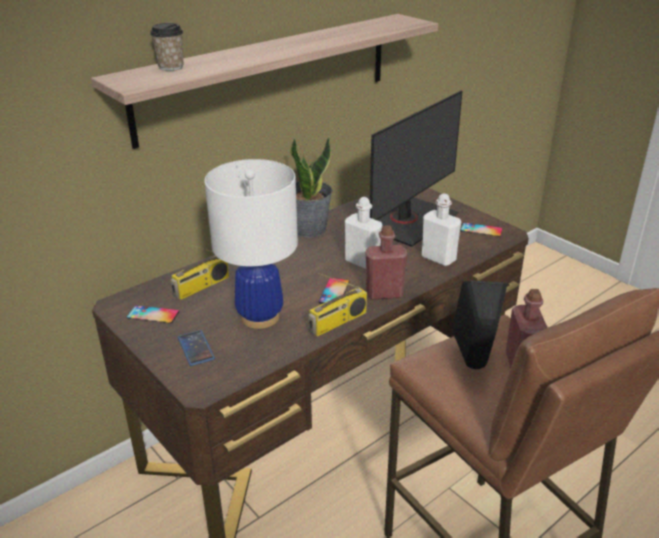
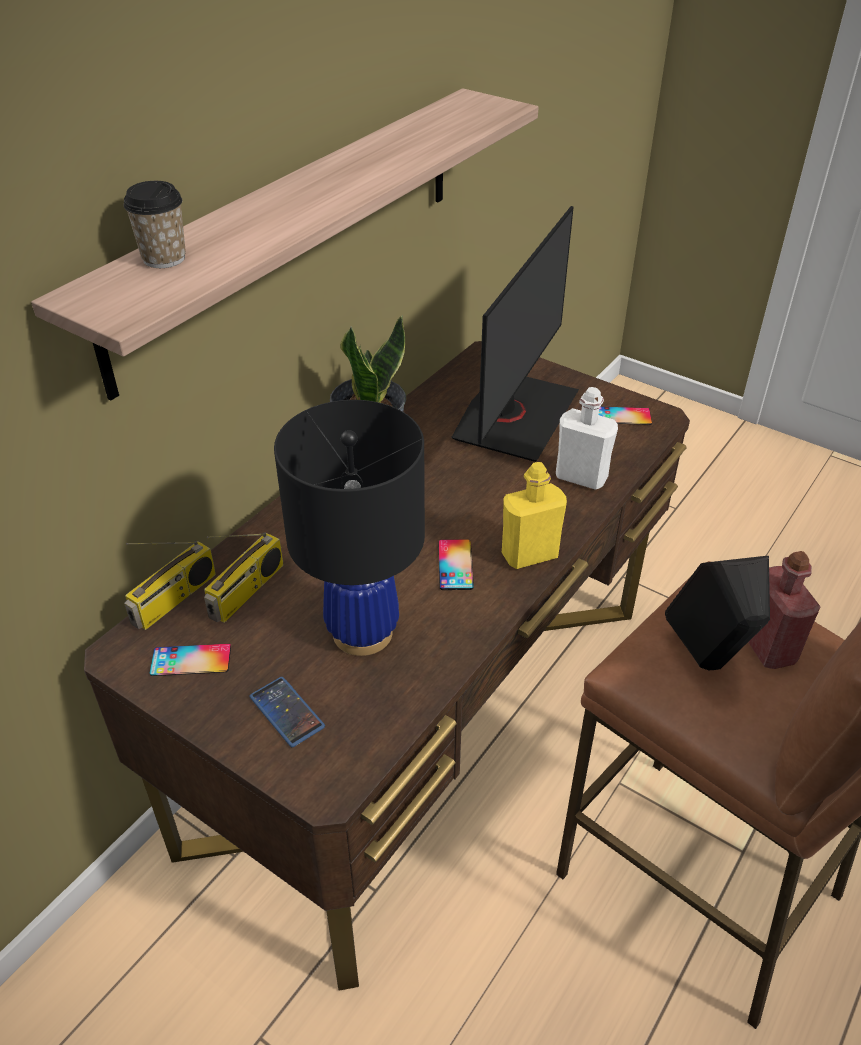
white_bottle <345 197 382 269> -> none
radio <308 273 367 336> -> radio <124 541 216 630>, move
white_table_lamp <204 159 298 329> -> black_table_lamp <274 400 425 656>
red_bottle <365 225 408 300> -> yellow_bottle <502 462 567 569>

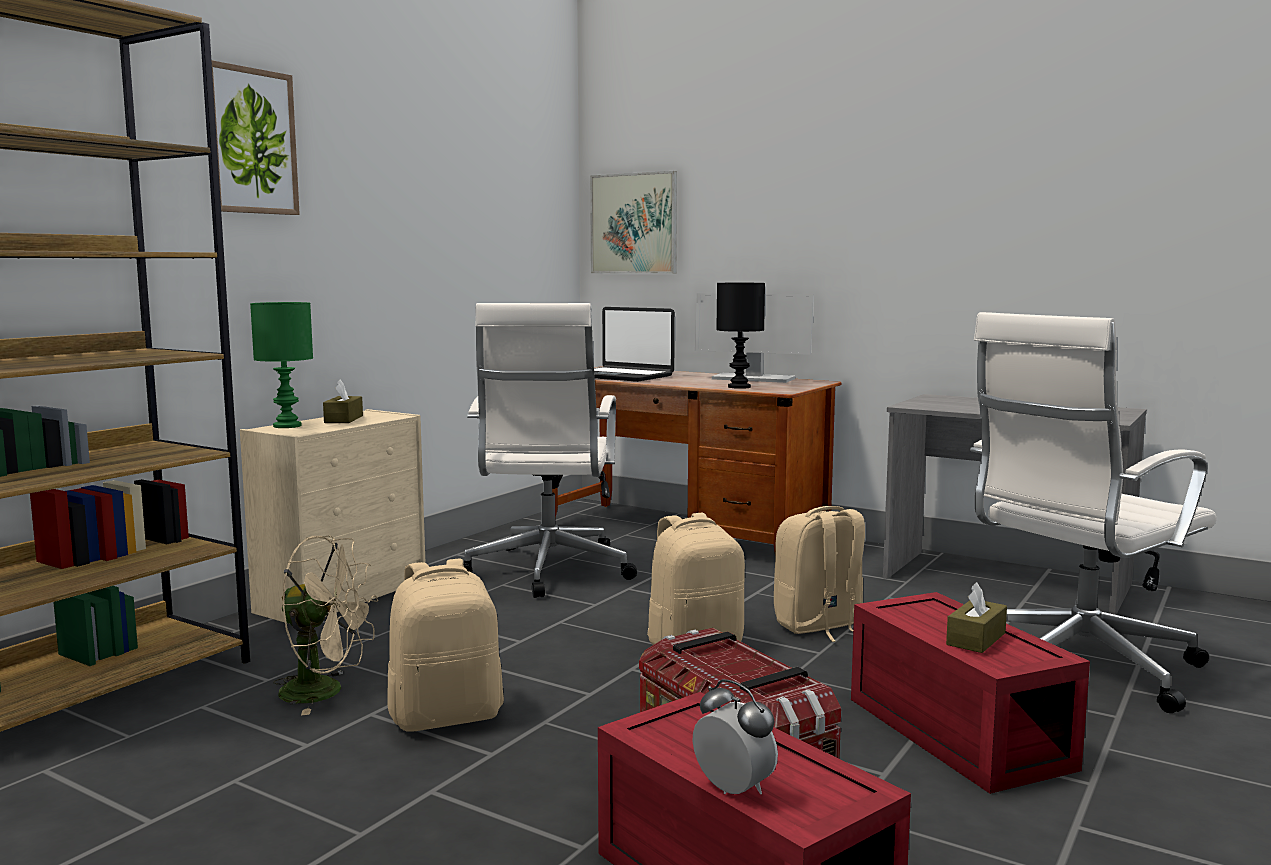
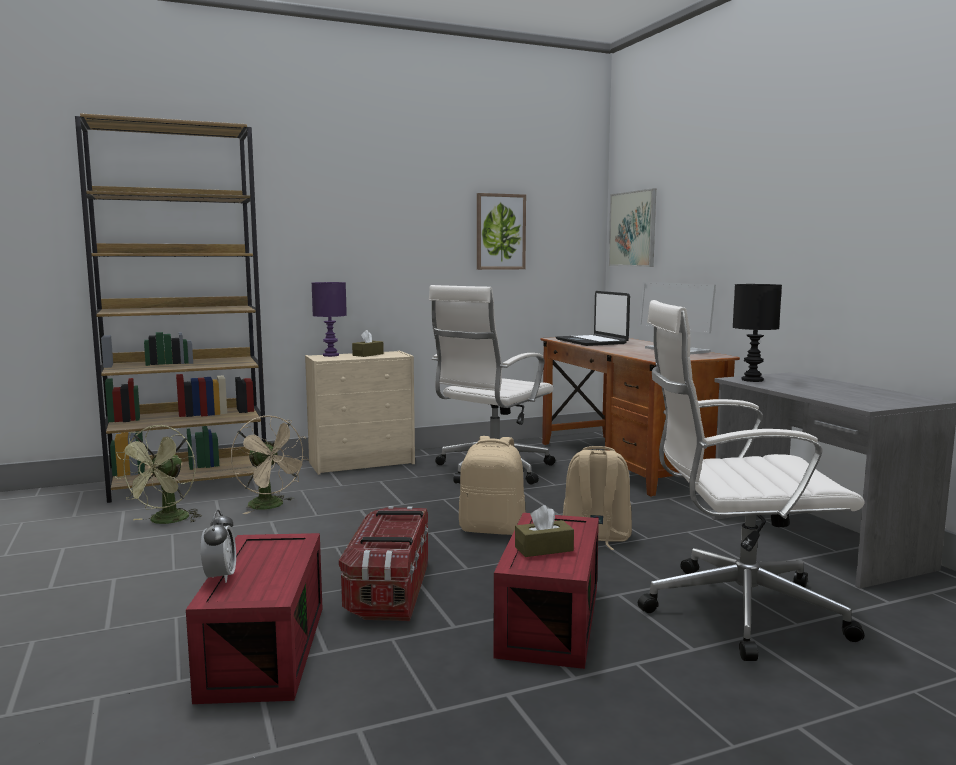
beige_backpack <388 558 504 732> -> none
none -> green_fan <115 425 202 524>
picture <211 60 300 215> -> picture <477 193 526 270>, move
black_table_lamp <716 283 765 389> -> black_table_lamp <733 284 782 382>, move
green_table_lamp <250 302 313 428> -> purple_table_lamp <312 282 347 357>

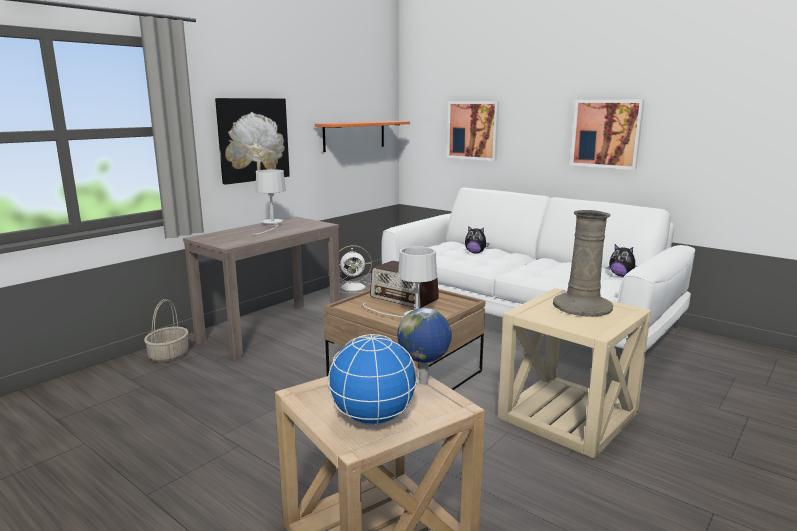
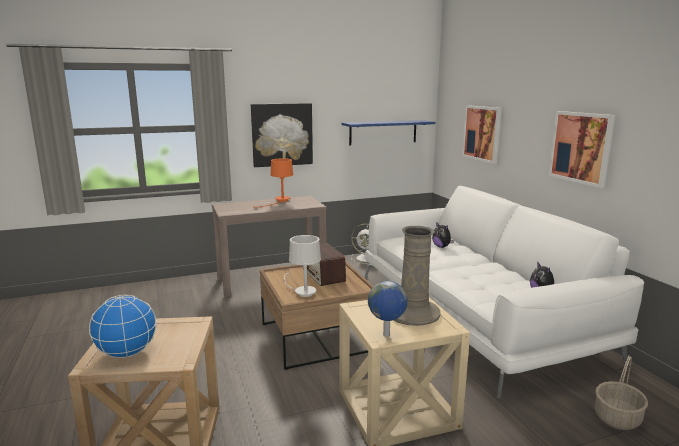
basket <144 299 189 363> -> basket <595 356 648 430>, move
globe <397 308 452 385> -> globe <368 281 407 337>, move
white_table_lamp <252 169 286 235> -> orange_table_lamp <255 158 293 208>
orange_shelf <315 121 410 152> -> blue_shelf <342 120 436 145>

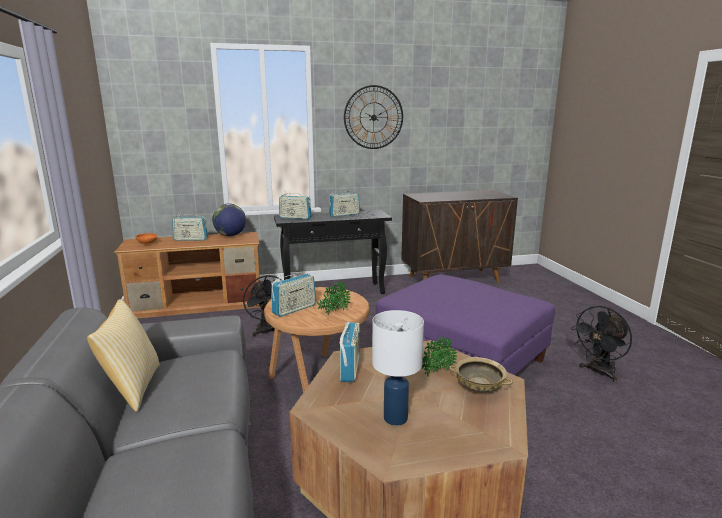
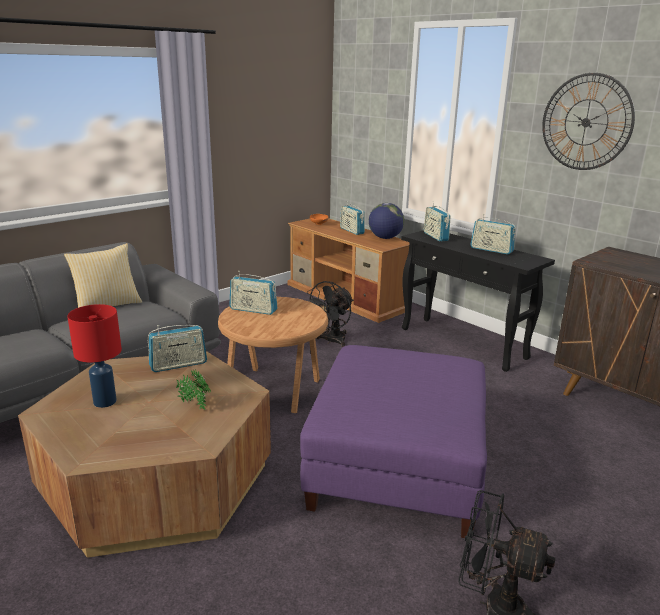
potted_plant <317 282 351 315> -> none
beige_bowl <449 357 513 392> -> none
white_table_lamp <372 310 424 426> -> red_table_lamp <67 304 122 408>

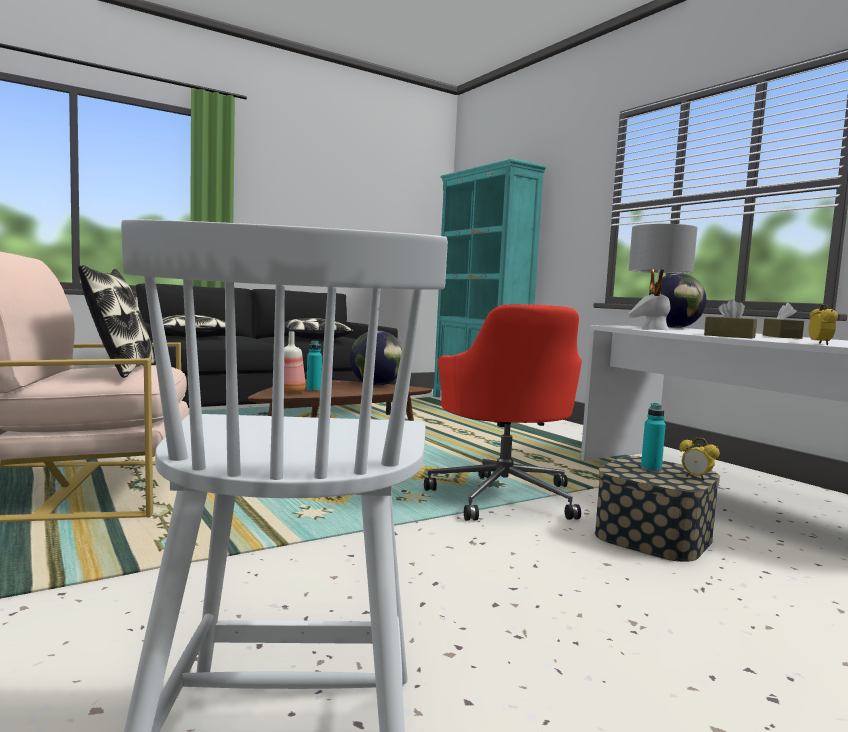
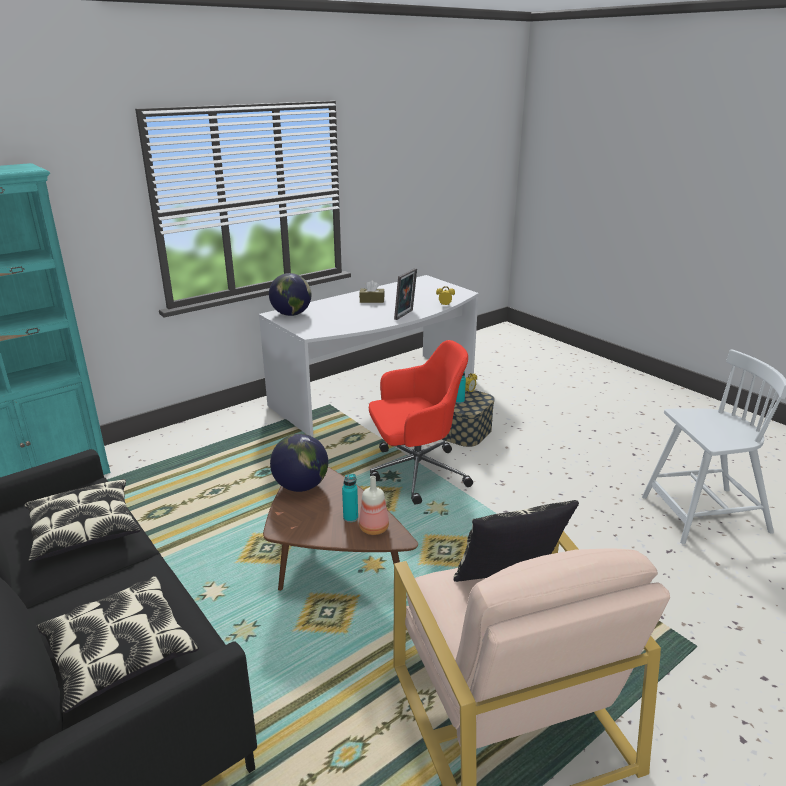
grey_table_lamp <628 224 698 330> -> none
brown_tissue_box <704 299 757 339> -> picture_frame <394 268 417 320>

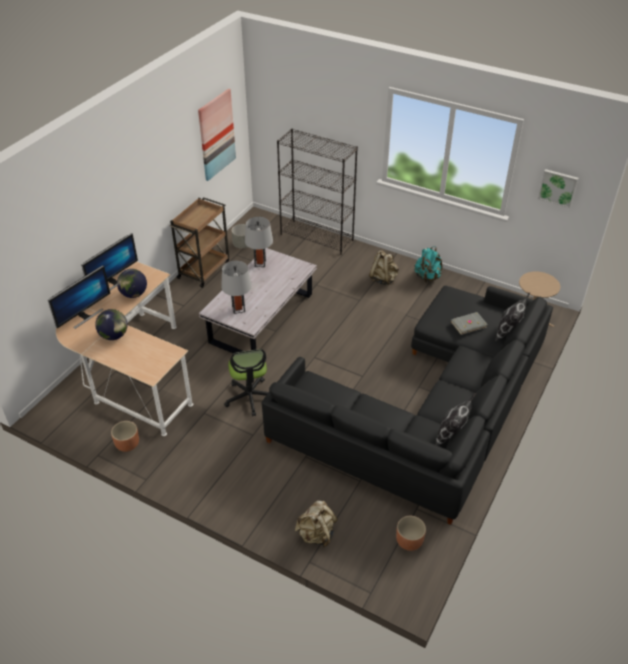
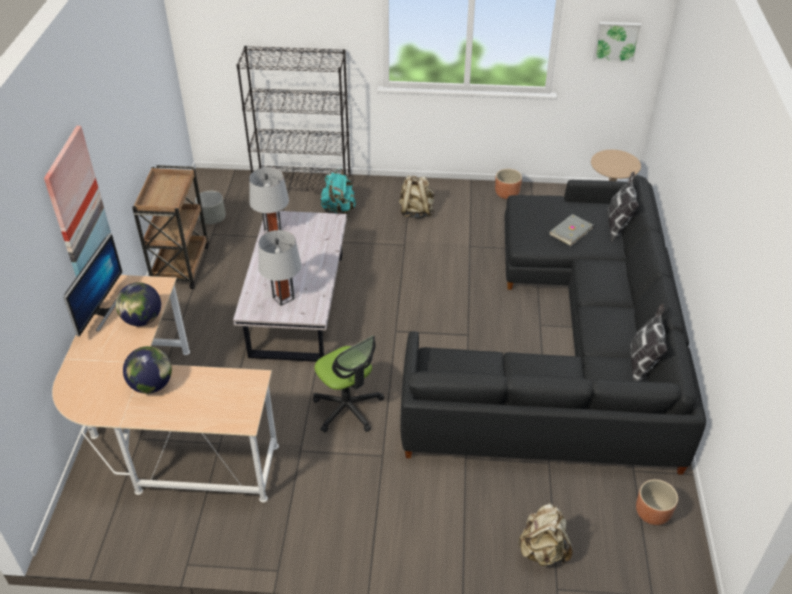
monitor <48 266 110 329> -> none
brown_planter <111 421 139 452> -> brown_planter <495 169 522 199>, move
picture <198 89 236 181> -> picture <44 126 111 277>, move
turquoise_backpack <414 246 442 283> -> turquoise_backpack <320 168 356 214>, move

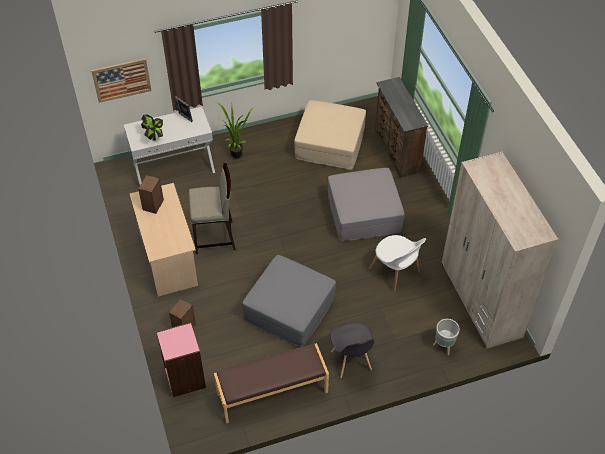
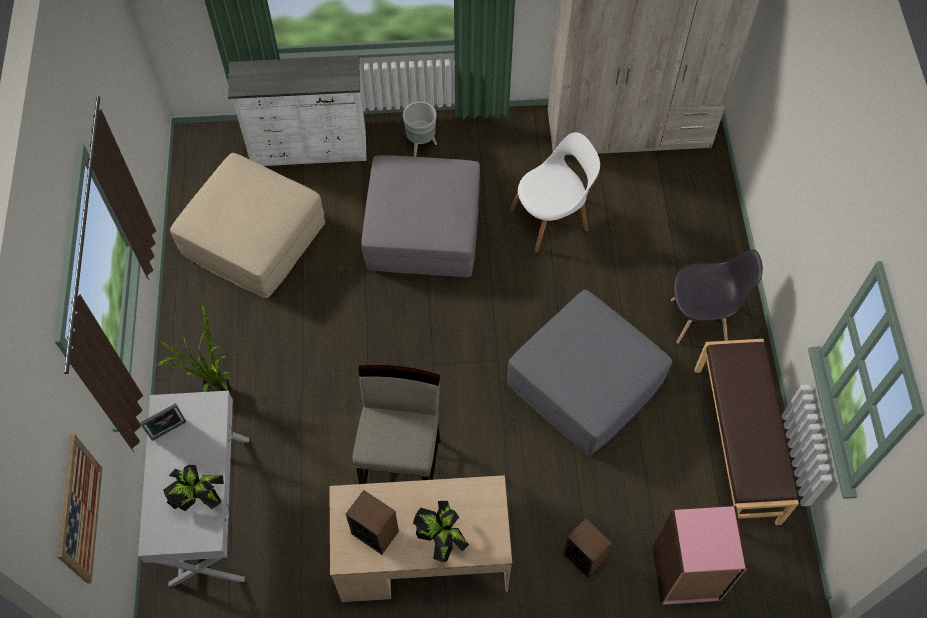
none -> potted_plant <413 501 469 562>
grey_planter <433 319 460 355> -> grey_planter <403 101 437 157>, move
brown_dresser <375 77 428 178> -> white_dresser <228 55 367 166>

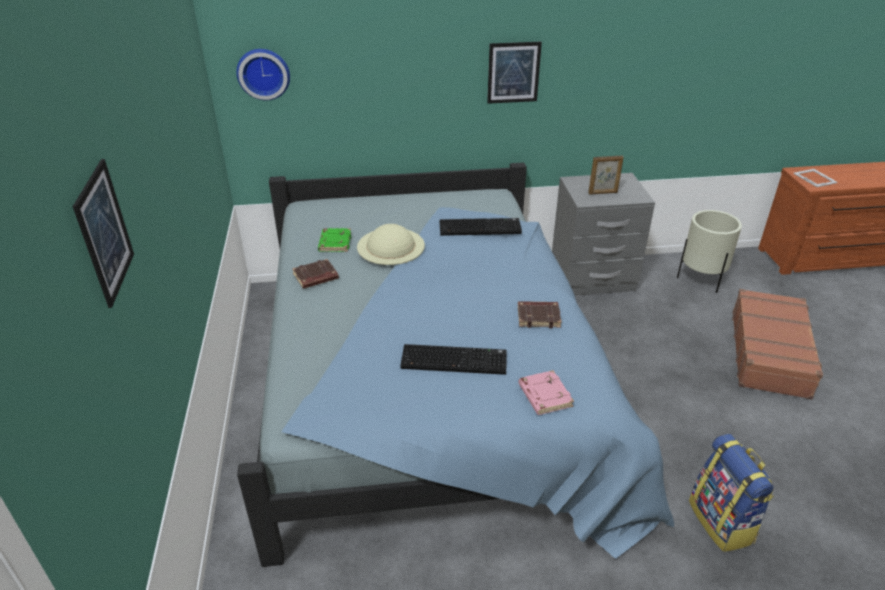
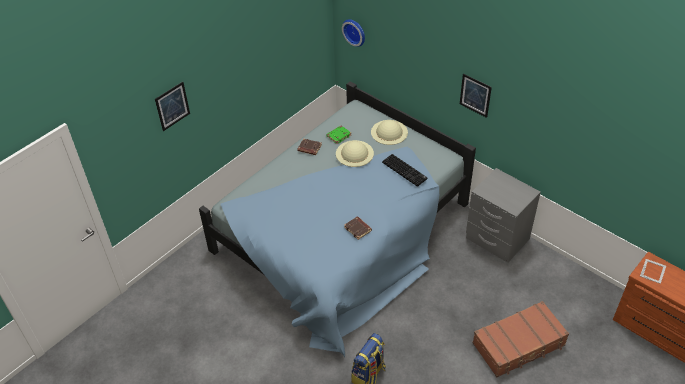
keyboard <400 344 507 375> -> none
pink_book <518 370 574 415> -> none
picture_frame <588 155 623 194> -> none
beige_planter <677 210 742 293> -> none
none -> beige_hat <371 120 408 145>

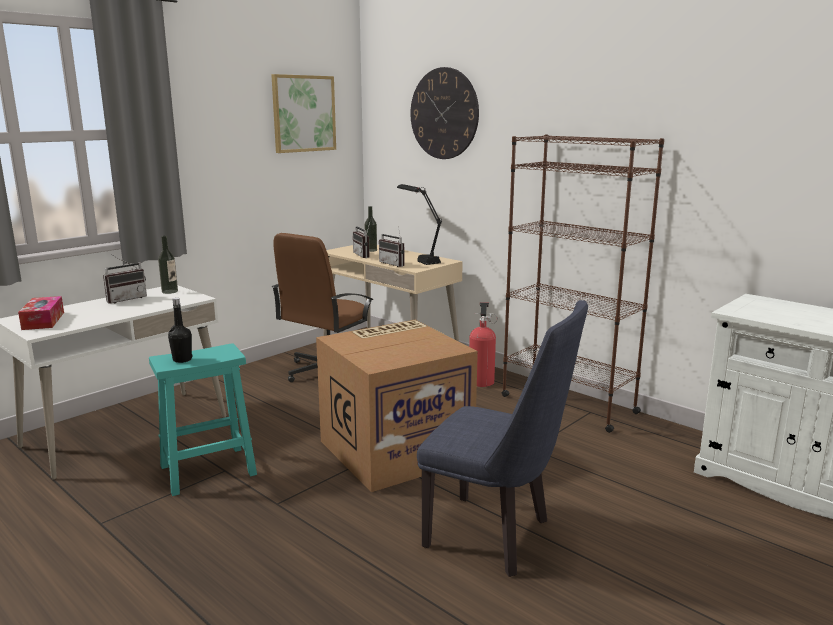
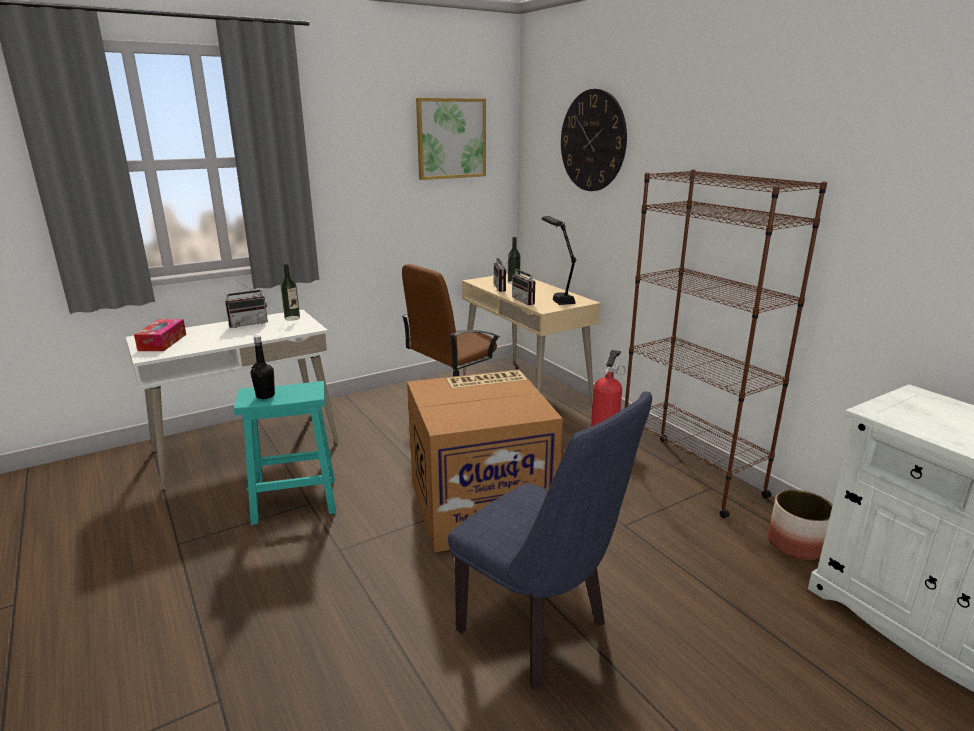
none -> planter <768 490 833 560>

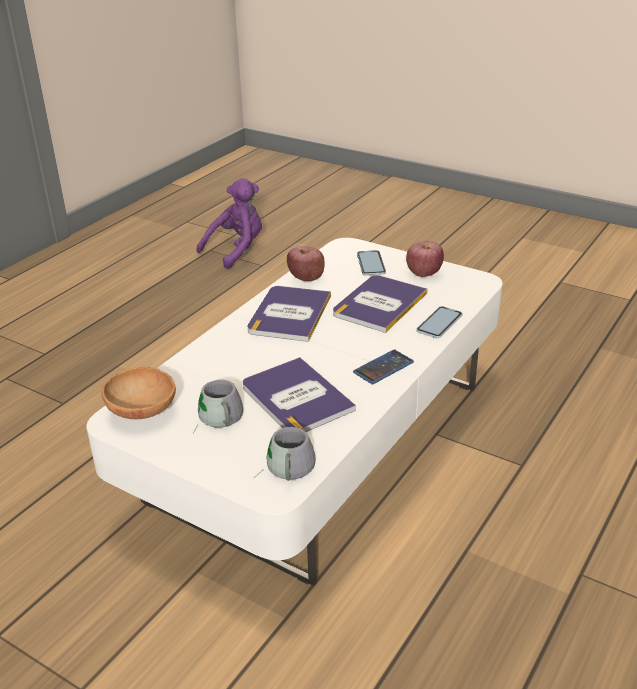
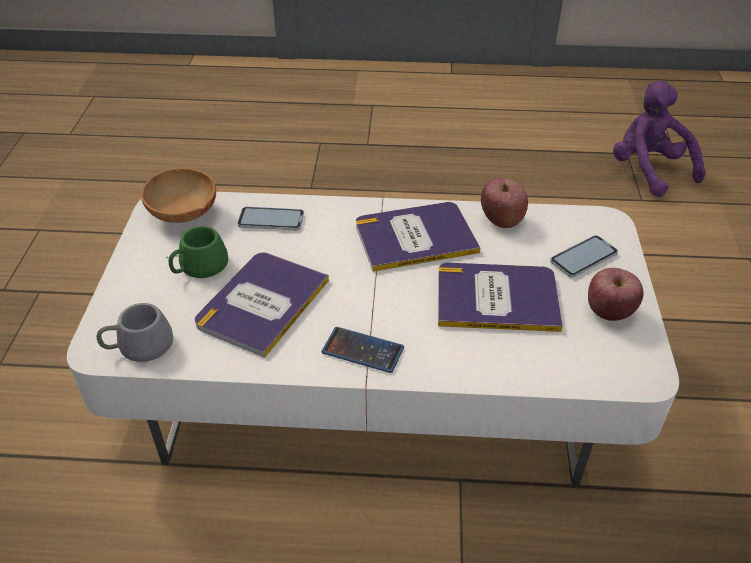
phone <416 306 462 338> -> phone <237 207 304 231>, move
grey_mug <193 380 243 433> -> green_mug <167 226 228 278>
purple_plush_toy <196 178 262 269> -> purple_plush_toy <613 81 706 197>, 135 degrees counterclockwise

